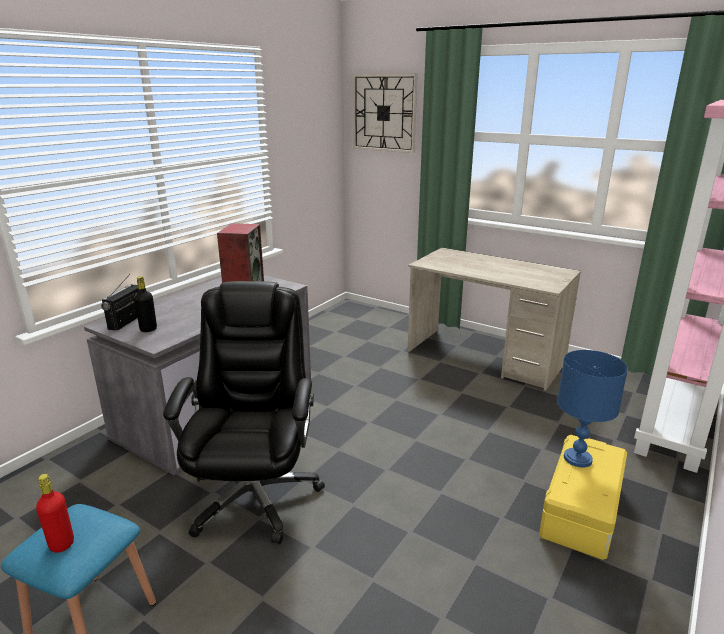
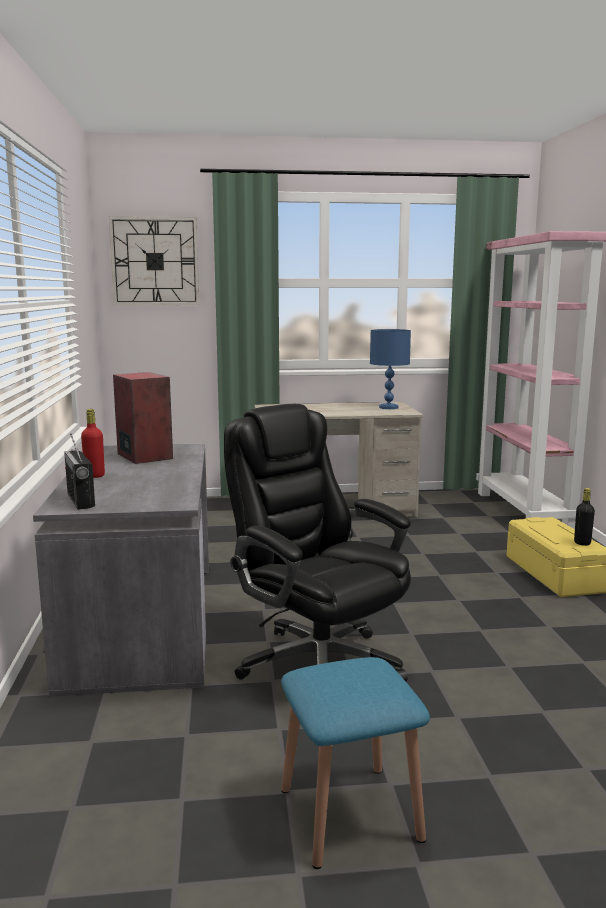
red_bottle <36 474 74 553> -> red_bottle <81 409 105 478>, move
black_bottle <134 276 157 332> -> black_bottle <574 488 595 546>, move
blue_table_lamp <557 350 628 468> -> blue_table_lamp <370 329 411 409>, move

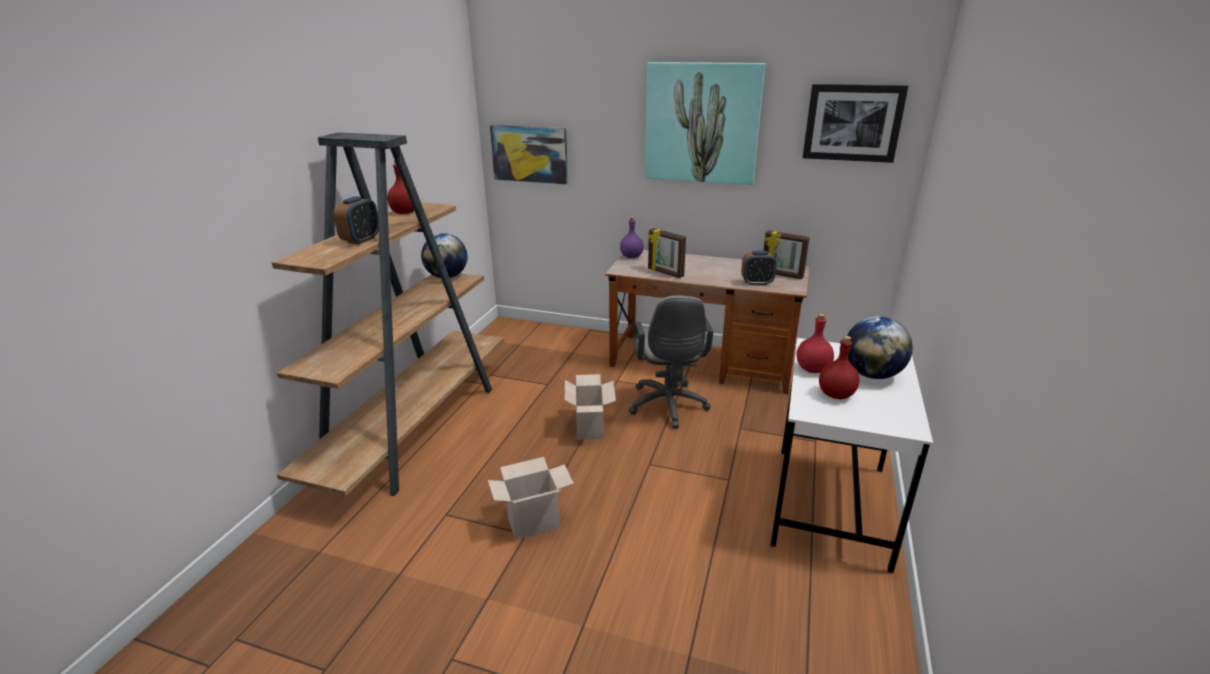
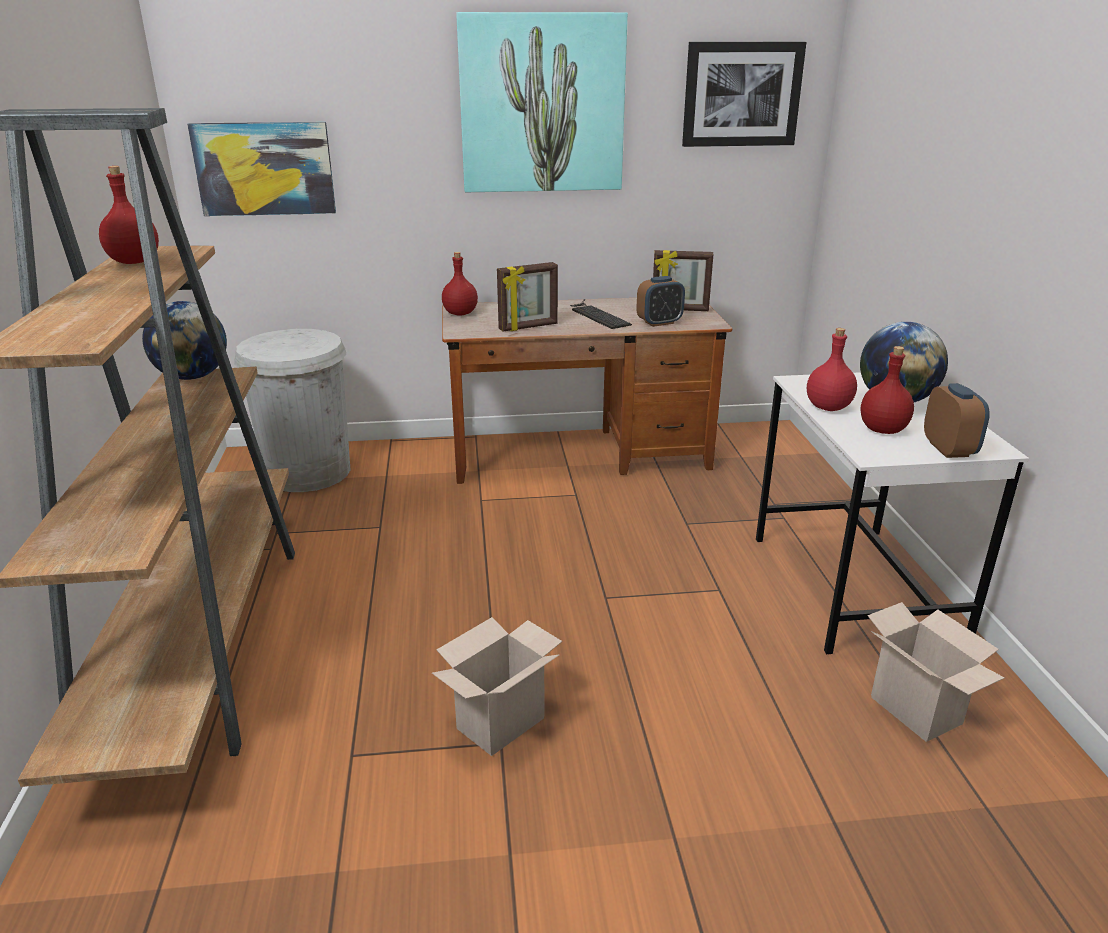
grey_office_chair <629 295 713 429> -> none
none -> white_trash_can <234 329 351 492>
none -> keyboard <570 299 632 329>
alarm_clock <334 196 379 244> -> alarm_clock <924 383 990 458>, move
cardboard_box <565 374 616 440> -> cardboard_box <868 602 1005 742>, move
purple_bottle <620 217 644 258> -> red_bottle <442 252 478 315>
picture_frame <648 228 686 278> -> picture_frame <497 262 558 332>, 45 degrees counterclockwise

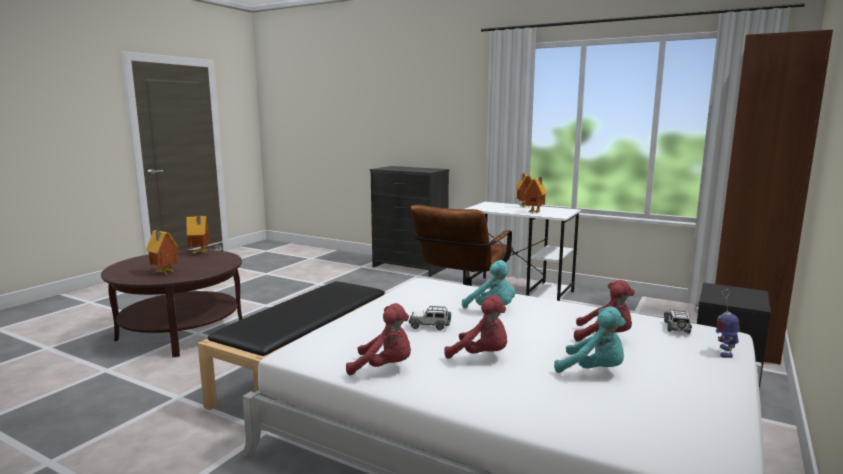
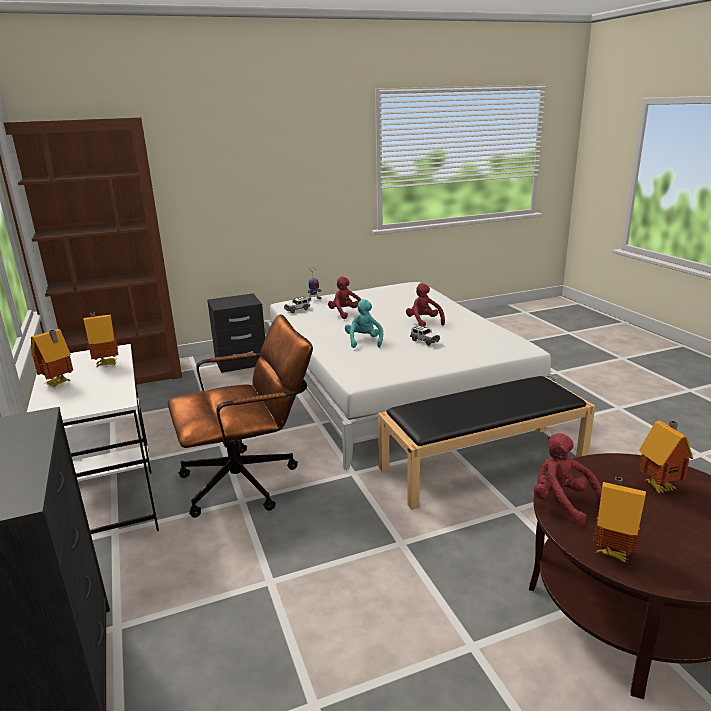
turquoise_plush_toy <554 306 626 373> -> none
red_plush_toy <346 303 411 375> -> red_plush_toy <534 433 602 526>, move

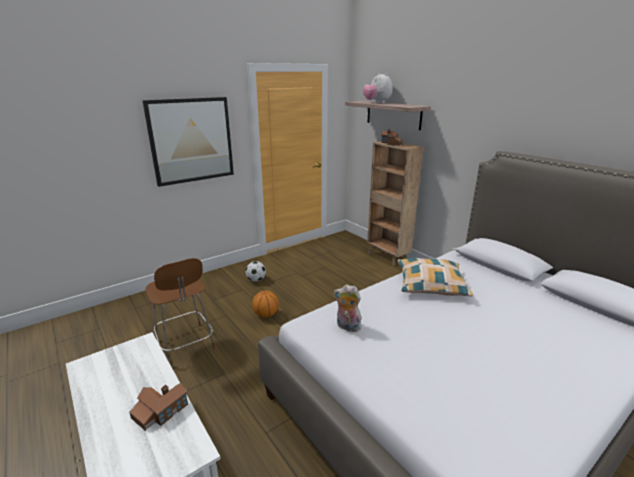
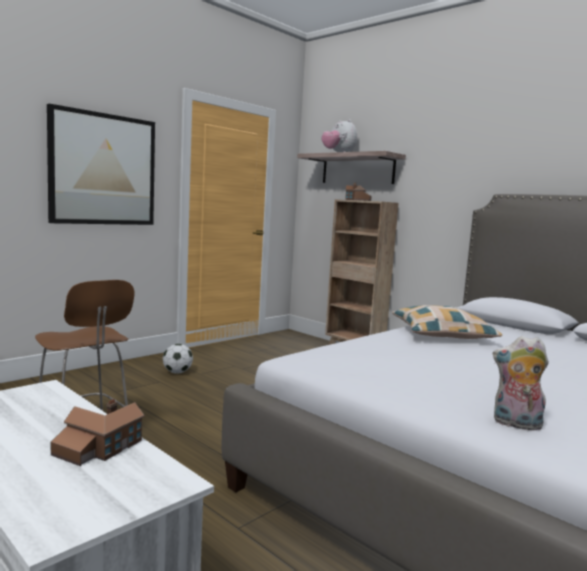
basketball <252 291 279 318> -> none
plush_toy <334 284 361 332> -> plush_toy <493 336 549 432>, move

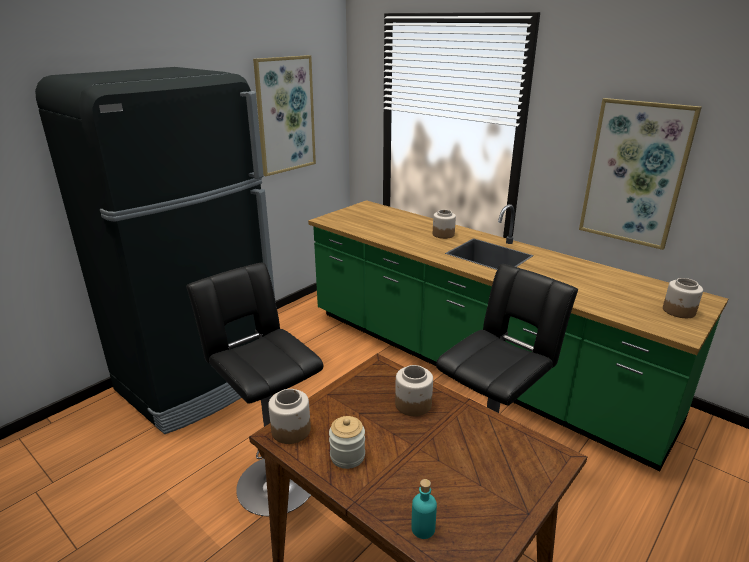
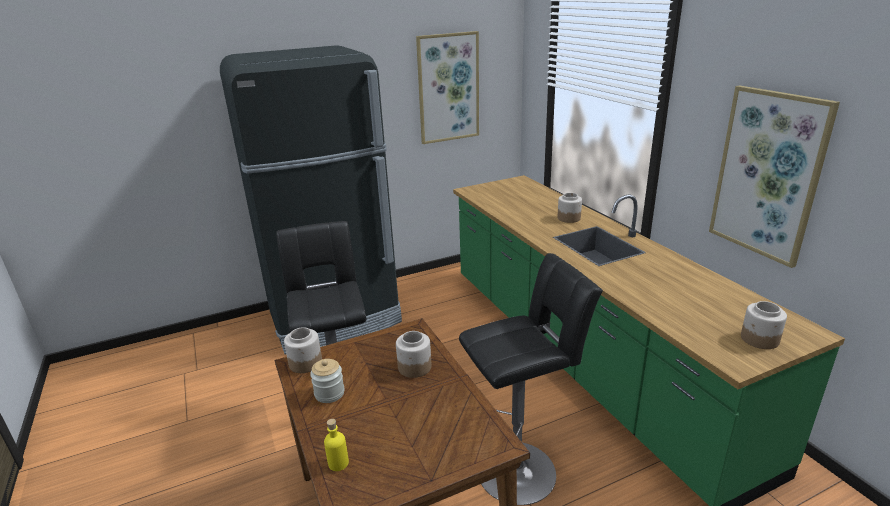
turquoise_bottle <411 479 437 539> -> yellow_bottle <324 419 349 471>

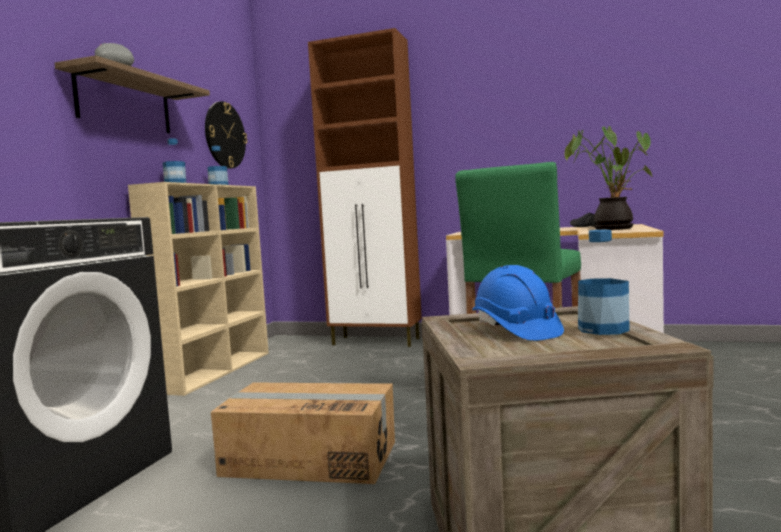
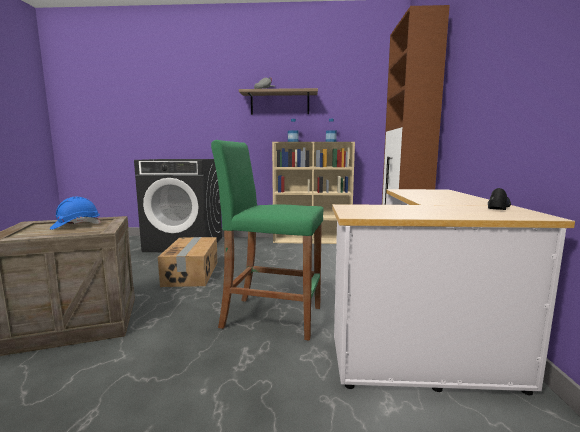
wall_clock <205 101 247 169> -> none
potted_plant <565 126 653 230> -> none
bottle <578 230 630 335> -> none

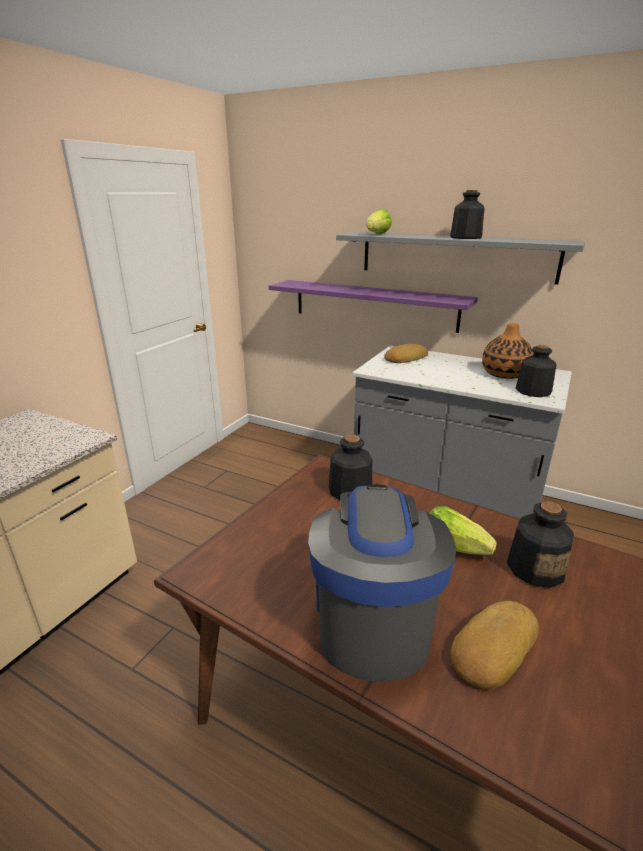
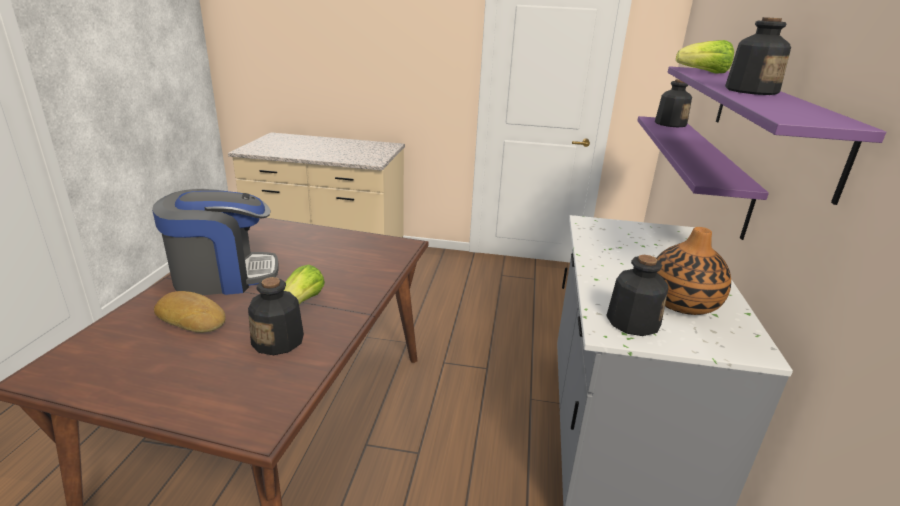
bread <384 344 428 363> -> none
bottle <329 435 373 500> -> bottle <655 79 692 127>, move
grey_shelf <336 232 585 285> -> purple_shelf <668 66 886 205>

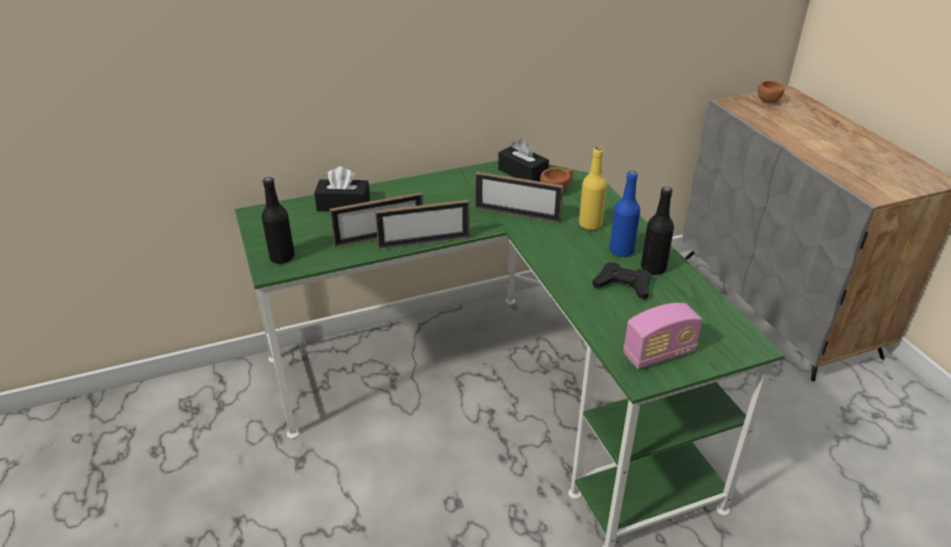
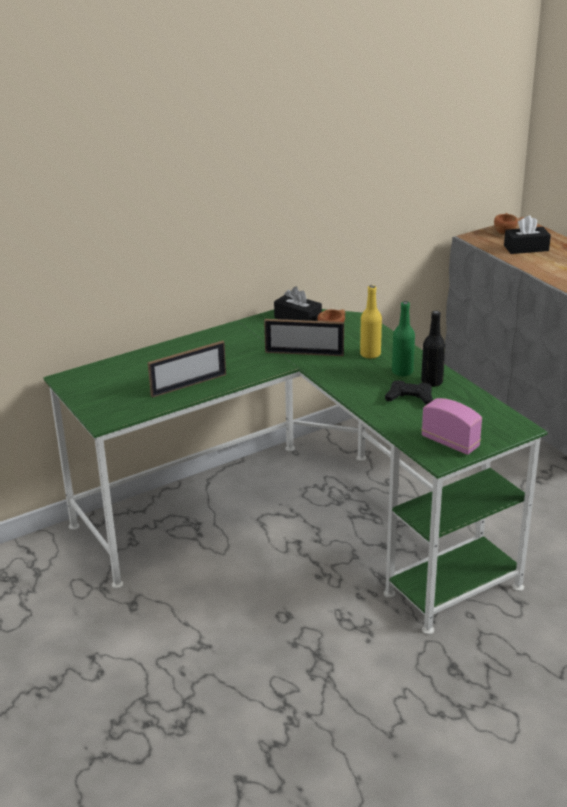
black_bottle <262 177 295 264> -> none
picture_frame <375 200 470 250> -> none
black_tissue_box <314 167 370 211> -> black_tissue_box <504 215 551 254>, move
blue_bottle <610 171 640 257> -> green_bottle <392 301 415 376>
radio <623 303 703 369> -> radio <421 398 482 455>, 105 degrees counterclockwise

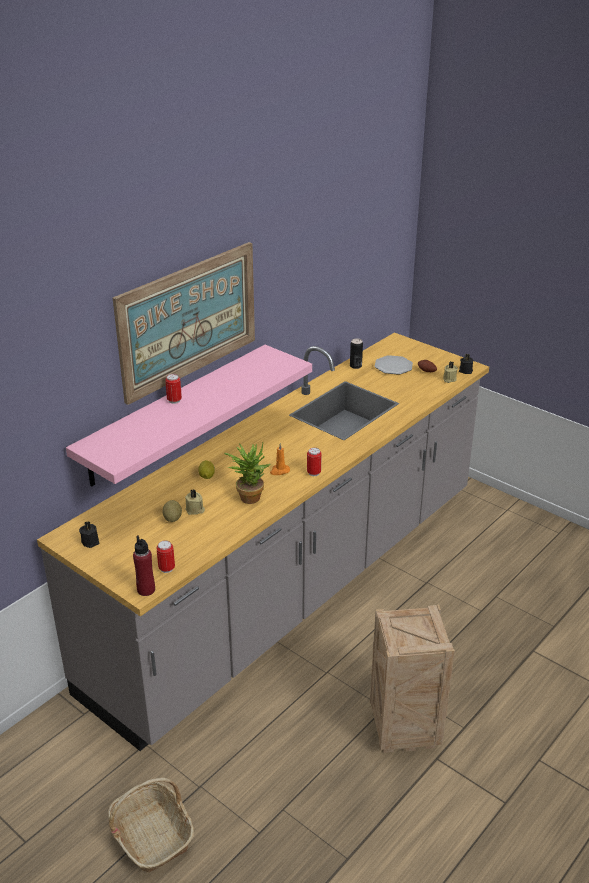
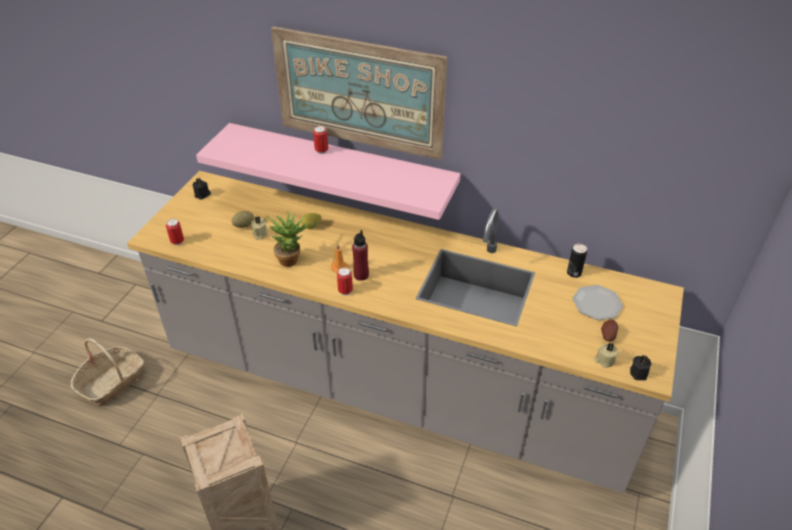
red_bottle <133 535 155 596> -> red_bottle <352 230 369 281>, move

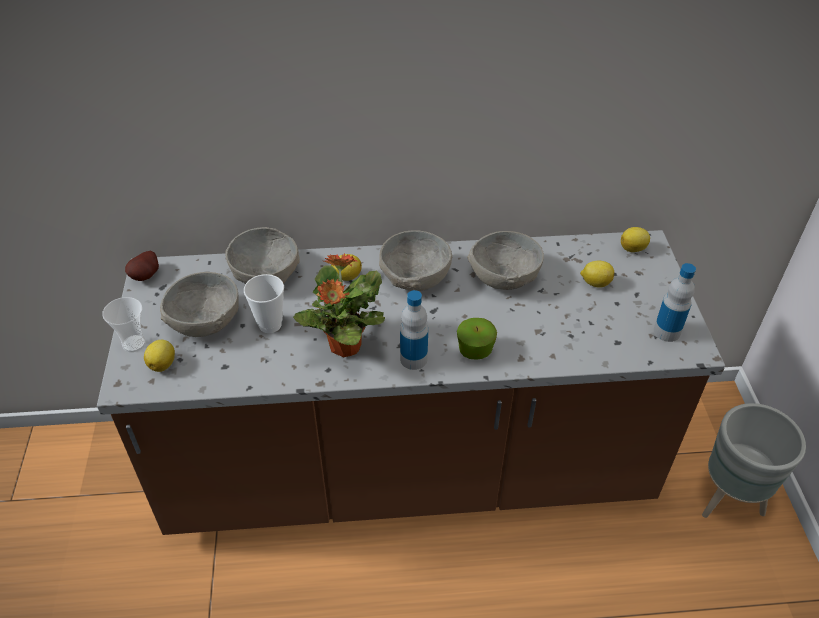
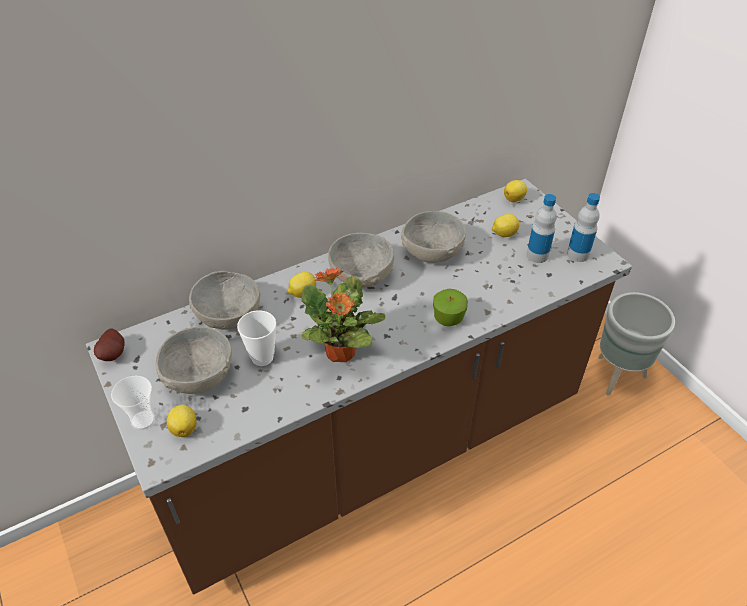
bottle <400 290 428 370> -> bottle <526 194 557 263>, move

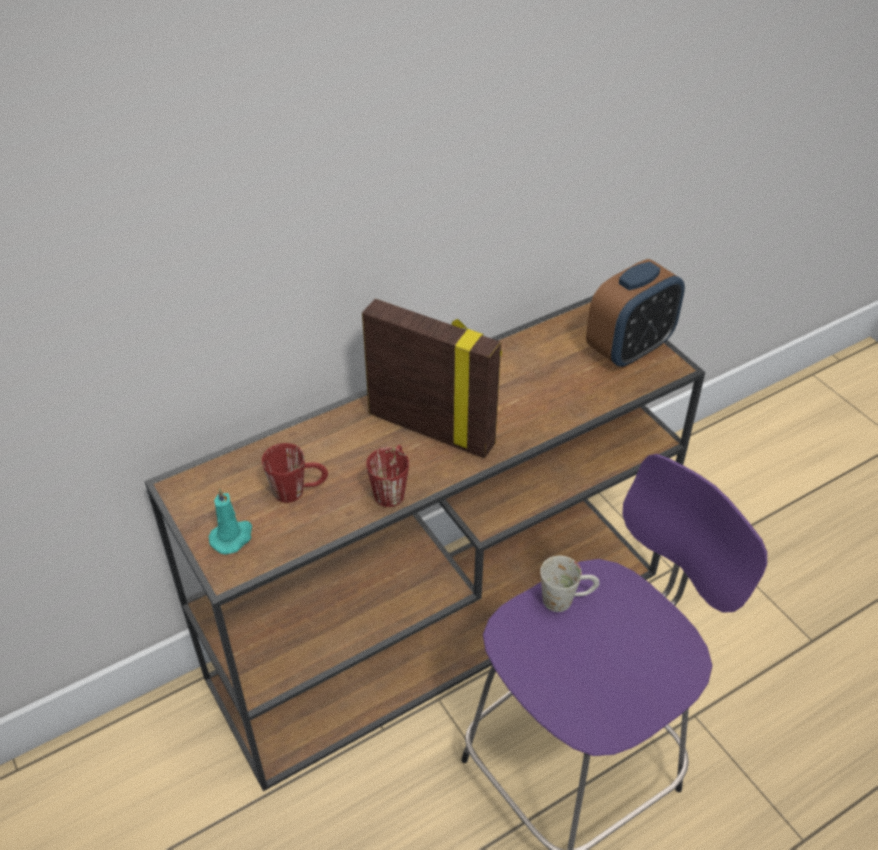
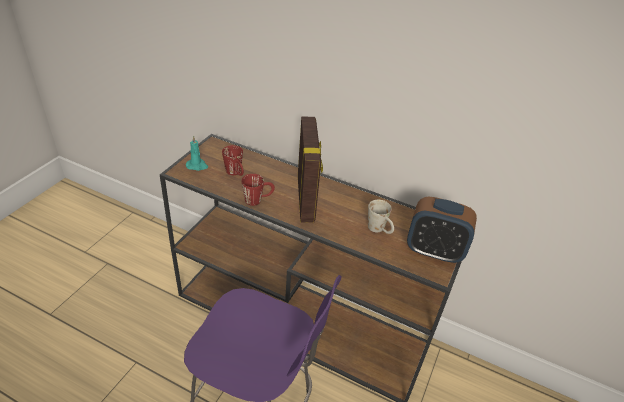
white_mug <540 556 599 612> -> white_mug <368 200 394 234>, move

